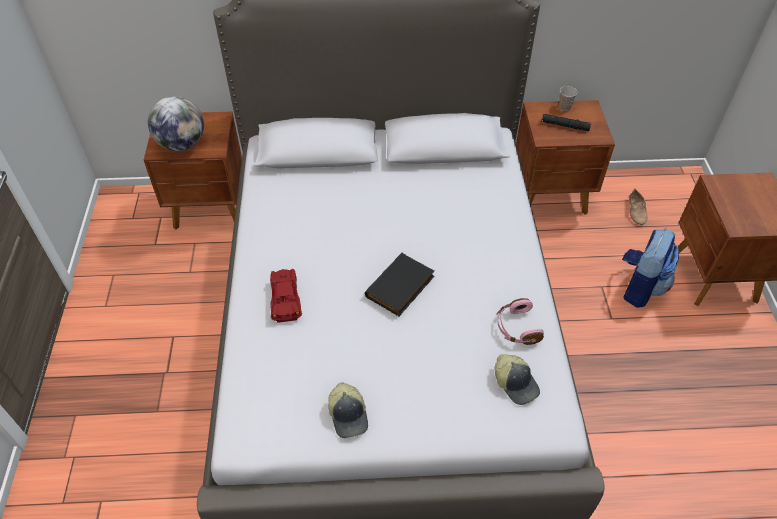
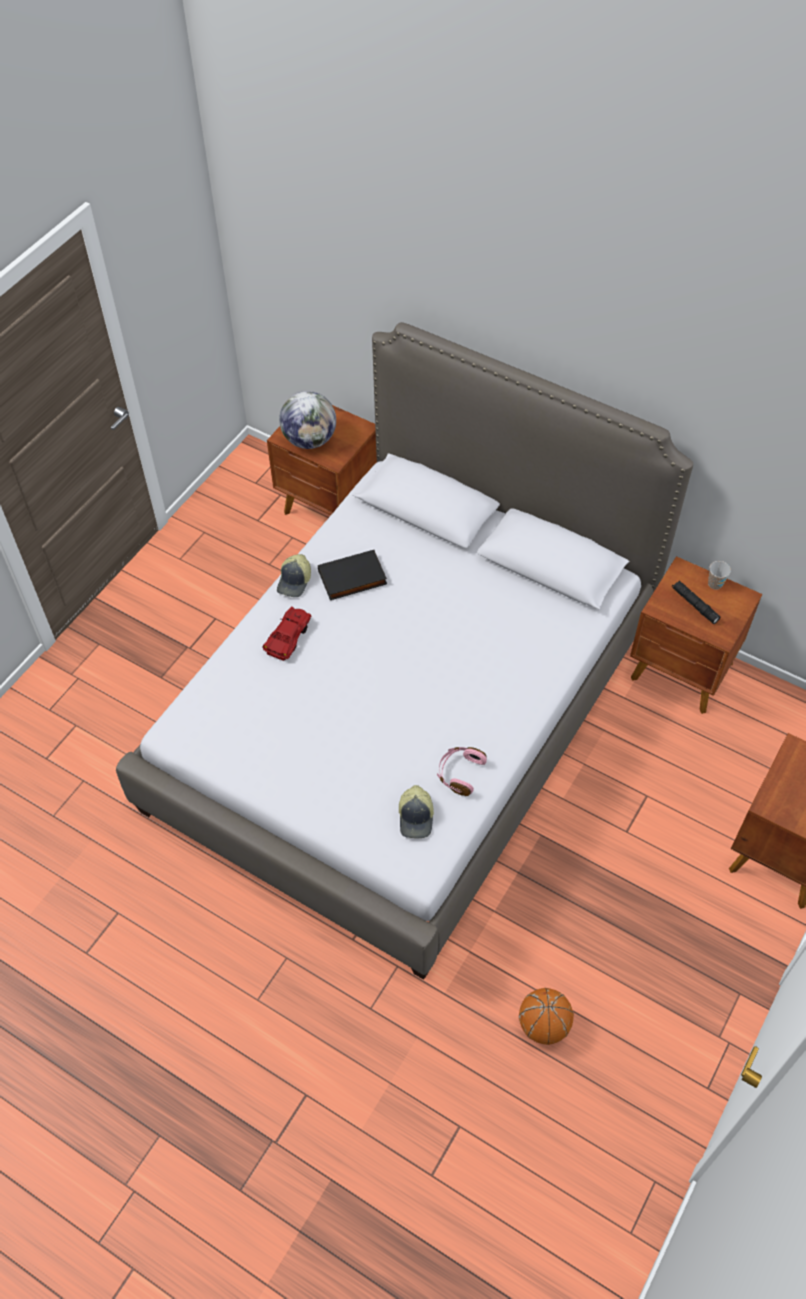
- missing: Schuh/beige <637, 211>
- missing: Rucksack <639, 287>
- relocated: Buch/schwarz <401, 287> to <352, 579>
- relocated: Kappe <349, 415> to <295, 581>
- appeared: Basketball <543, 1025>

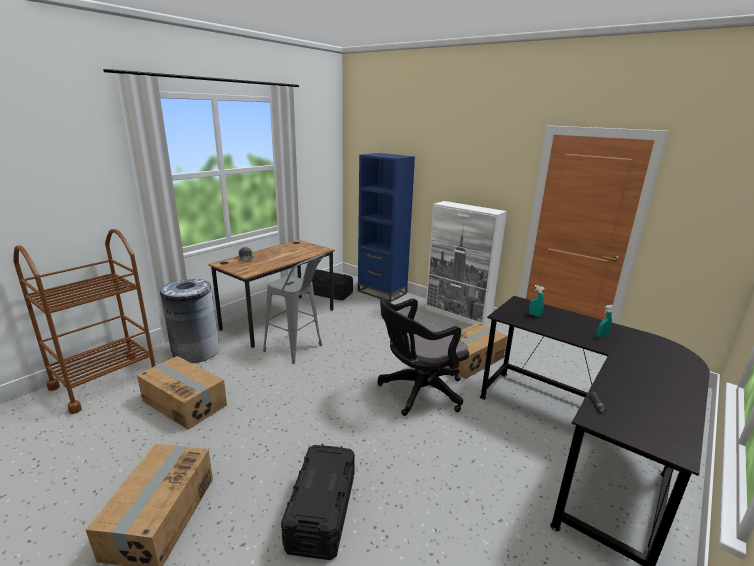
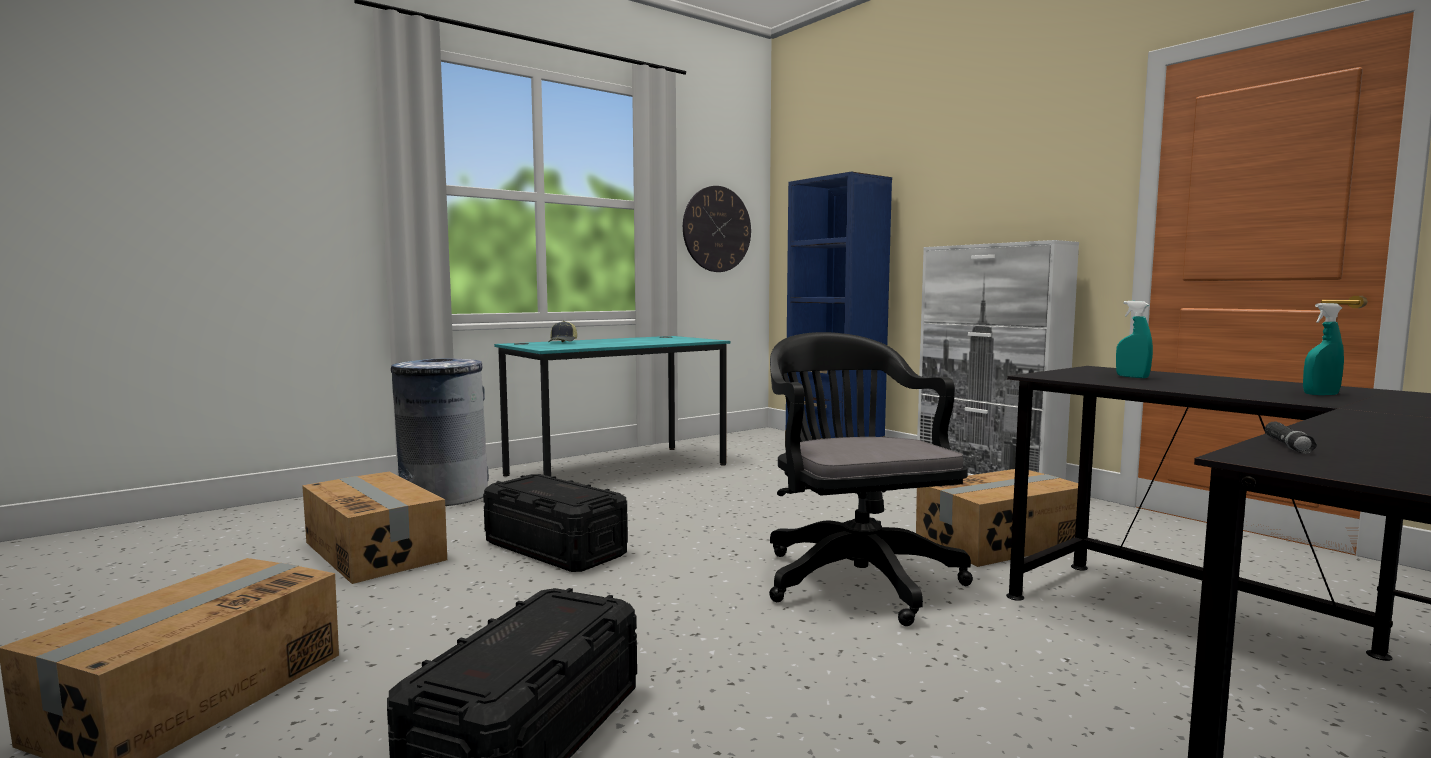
- missing: Rollwagen/braun <106, 381>
- colour: Schreibtisch/braun <279, 319> to Schreibtisch/türkis <618, 470>
- missing: Hocker/grau <297, 350>
- relocated: Aufbewahrungsbox/schwarz <328, 293> to <555, 548>
- spun: Bürostuhl/schwarz <418, 392> = <855, 576> 90 degrees clockwise
- appeared: Wanduhr <717, 229>

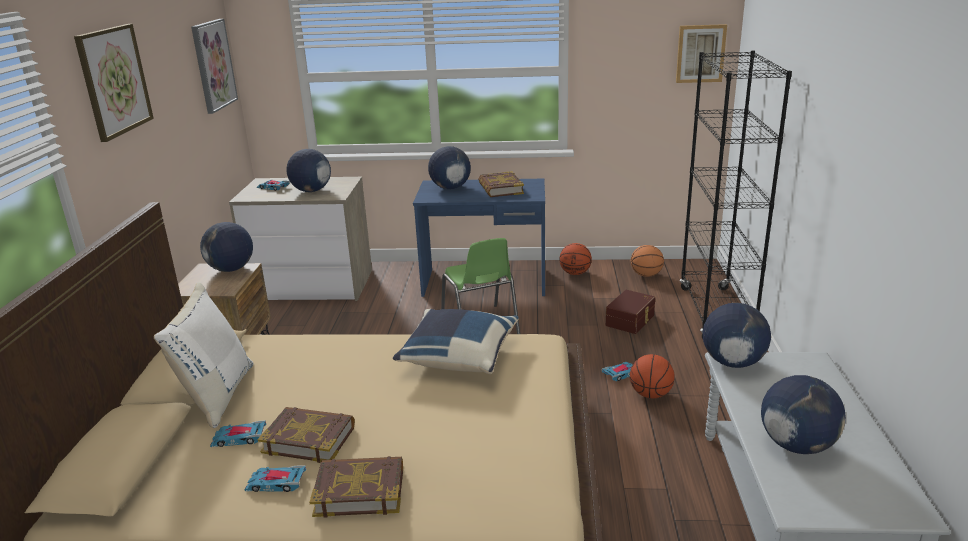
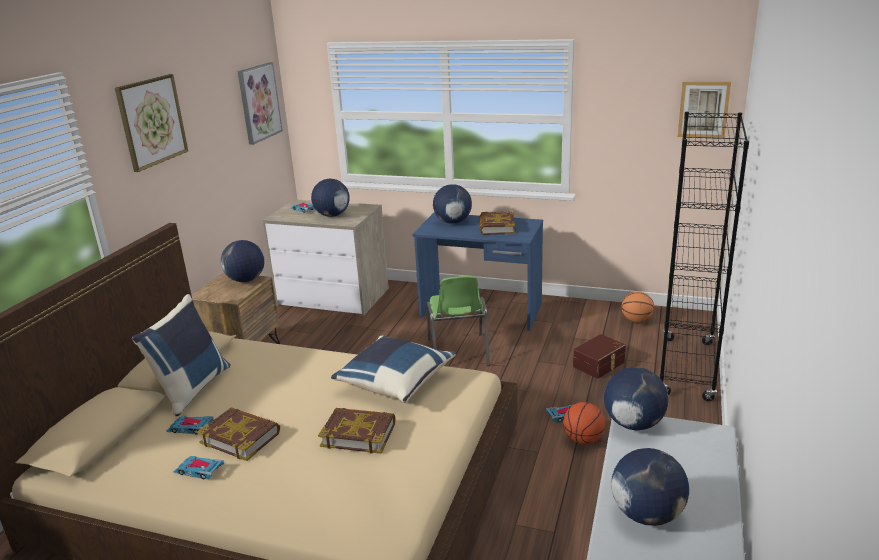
- missing: Basketball <575, 273>
- colour: Kissen/weiß <217, 395> to Kissen/blau <192, 388>
- relocated: Buch <360, 491> to <358, 434>

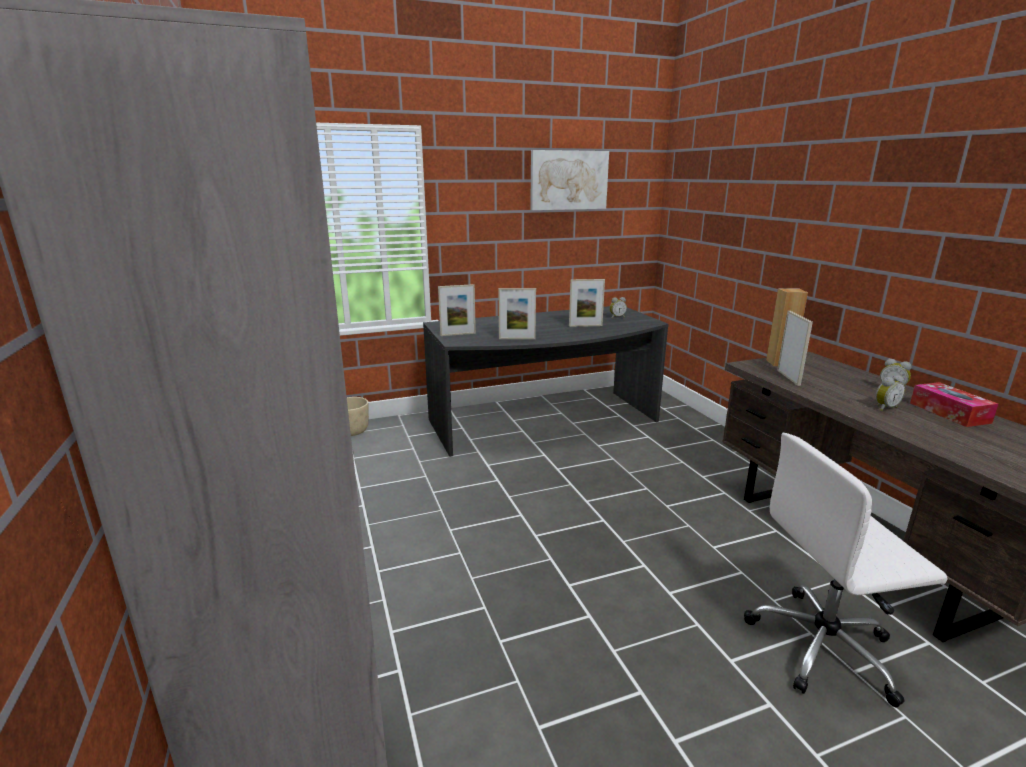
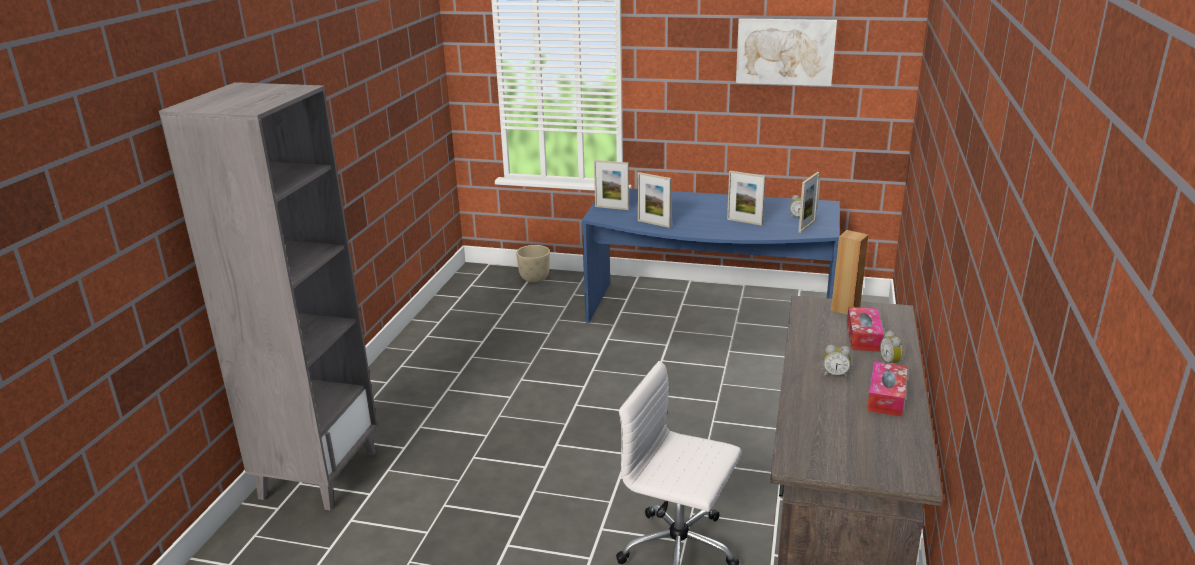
- colour: Schreibtisch/grau <545, 423> to Schreibtisch/blau <708, 315>
- relocated: Bilderrahmen <788, 377> to <807, 226>
- appeared: Taschentuchbox <863, 337>

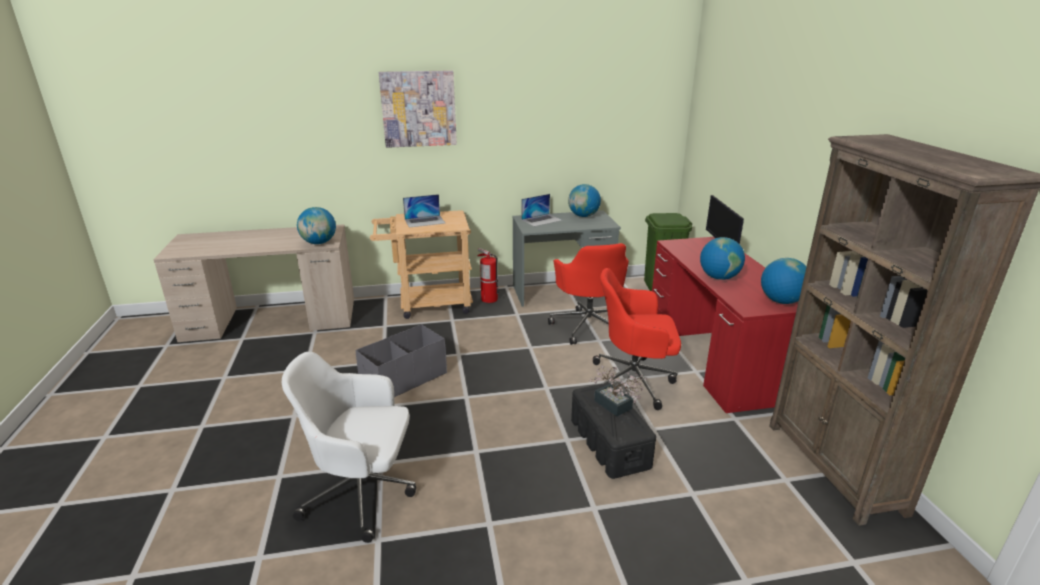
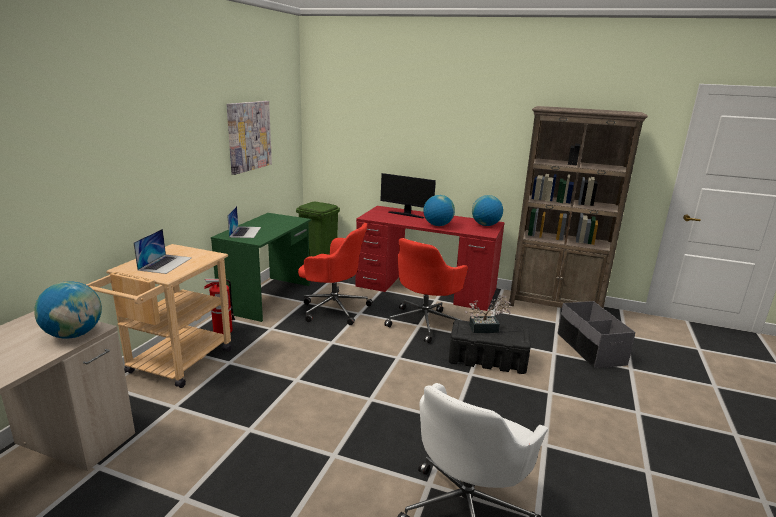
- relocated: Bild <418, 109> to <249, 136>
- missing: Globus <583, 216>
- colour: Schreibtisch/grau <563, 292> to Schreibtisch/grün <268, 297>
- relocated: Aufbewahrungsbox/grau <403, 379> to <590, 349>

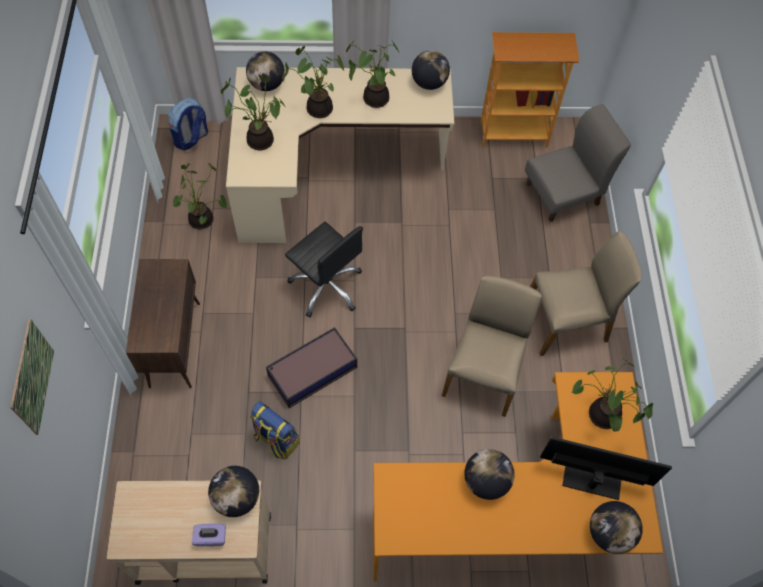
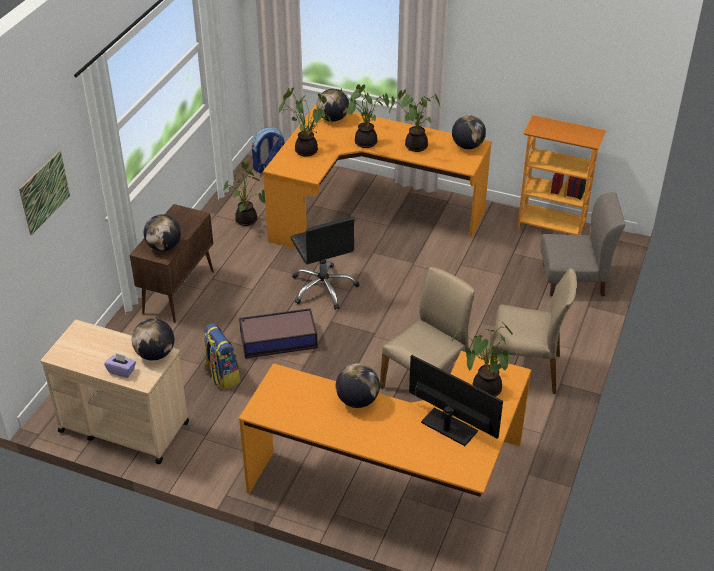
- colour: Schreibtisch/beige <328, 170> to Schreibtisch/orange <370, 214>
- relocated: Globus <609, 533> to <164, 247>

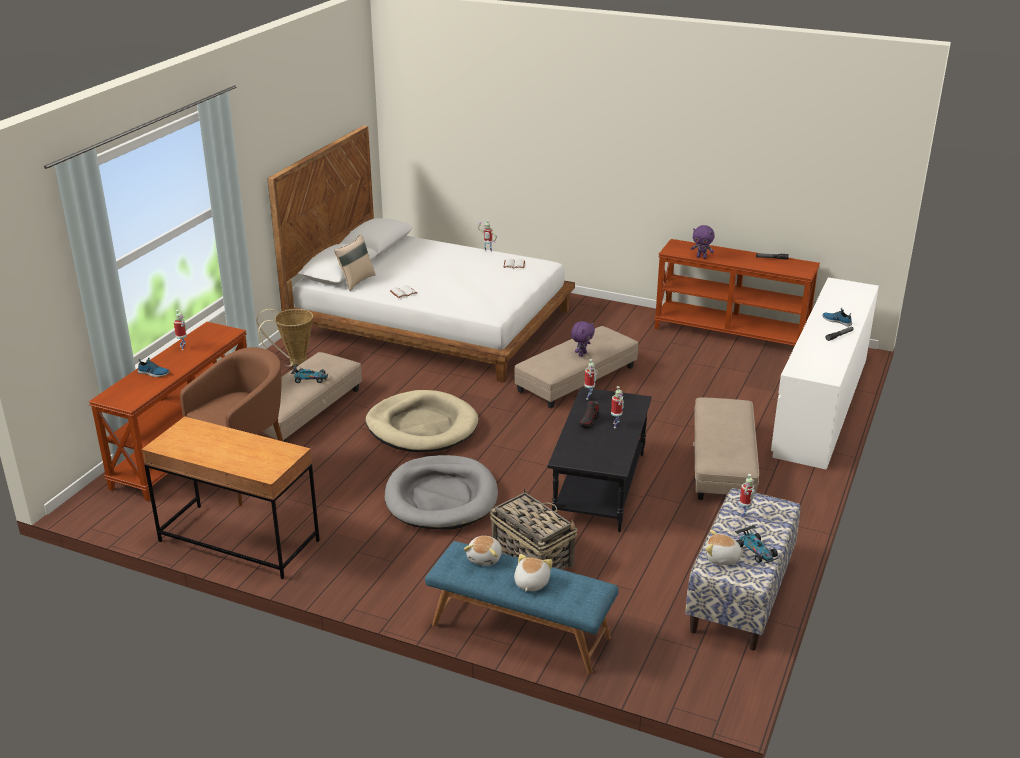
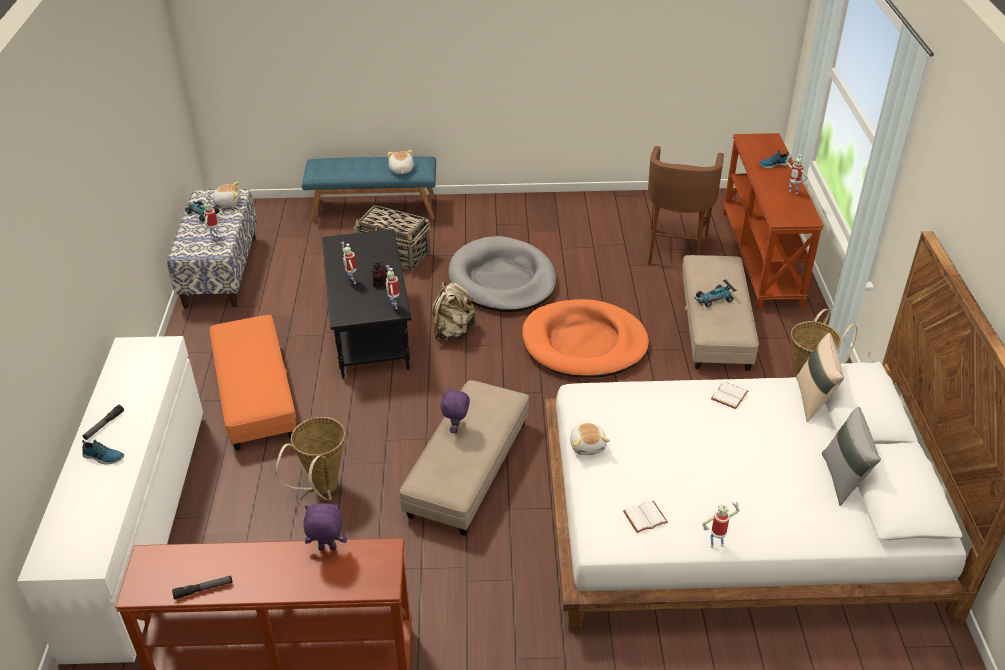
- colour: Hundebett/beige <422, 427> to Hundebett/orange <584, 343>
- colour: Polsterhocker/beige <722, 463> to Polsterhocker/orange <255, 393>
- missing: Schreibtisch/braun <239, 541>
- relocated: Plüschtier <530, 583> to <588, 445>
- appeared: Rucksack/beige <453, 331>
- appeared: Kissen/grau <843, 479>
- appeared: Korb <322, 490>

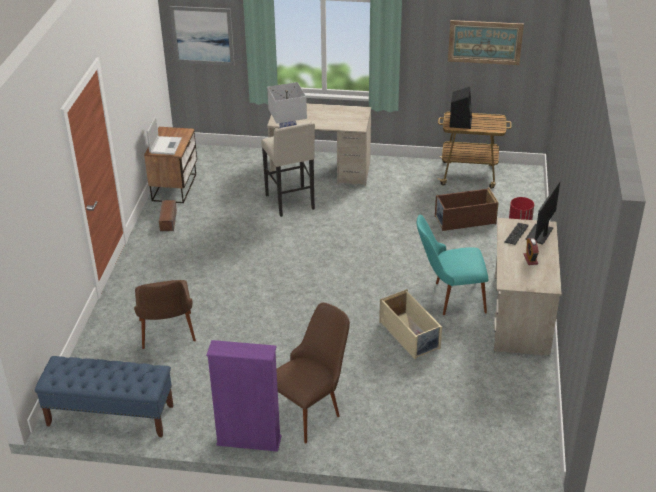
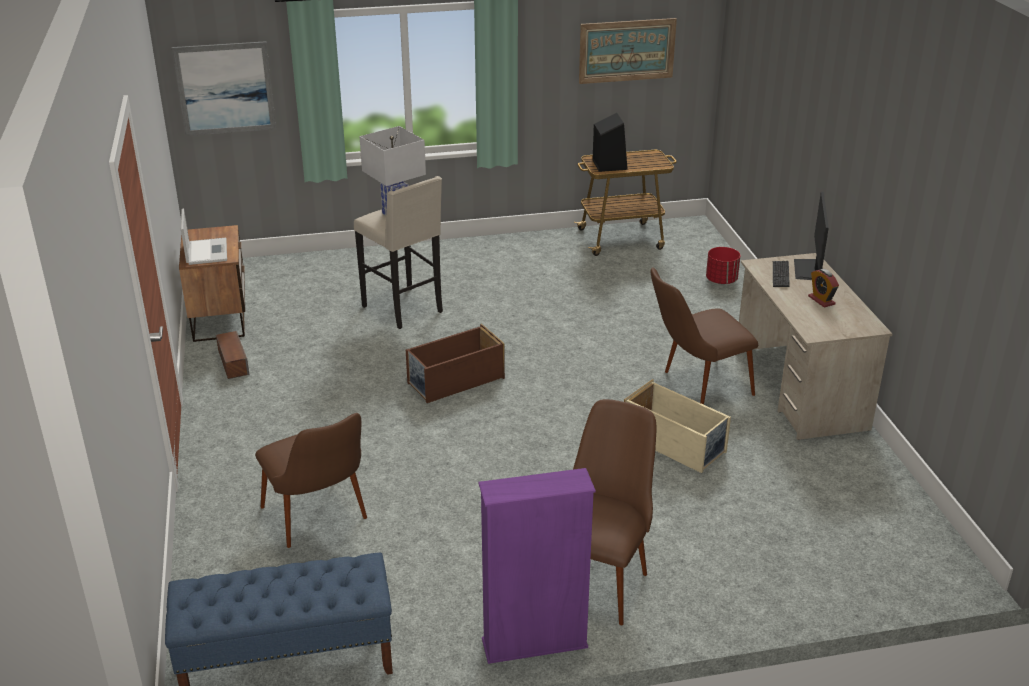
- missing: Schreibtisch/beige <321, 171>
- relocated: Aufbewahrungsbox/braun <464, 220> to <455, 381>
- colour: Stuhl/türkis <449, 298> to Stuhl/braun <695, 386>

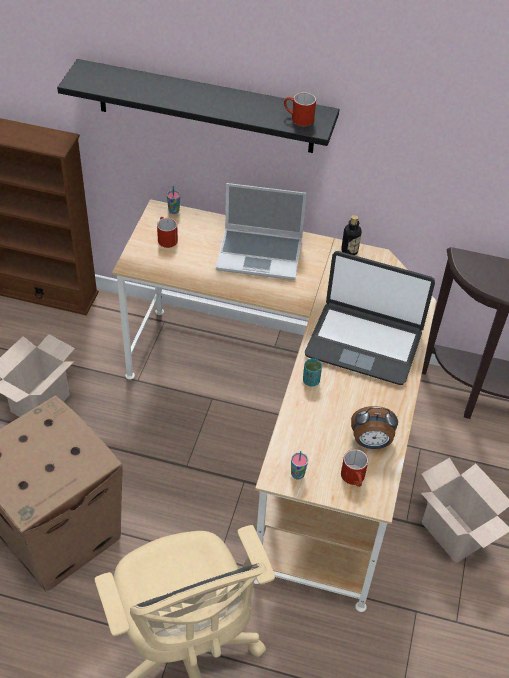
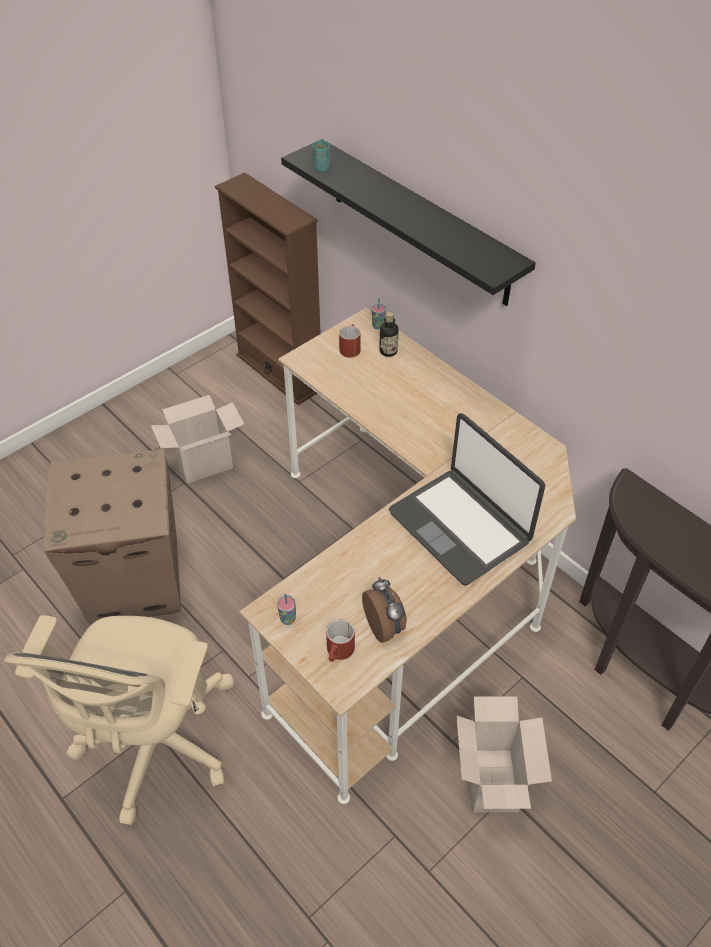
- missing: Henkelbecher/rot <298, 119>
- missing: Laptop <261, 254>
- relocated: Flasche <349, 250> to <388, 351>
- relocated: Tasse/türkis <311, 381> to <322, 168>
- spun: Wecker <371, 443> = <385, 626> 150 degrees counterclockwise

